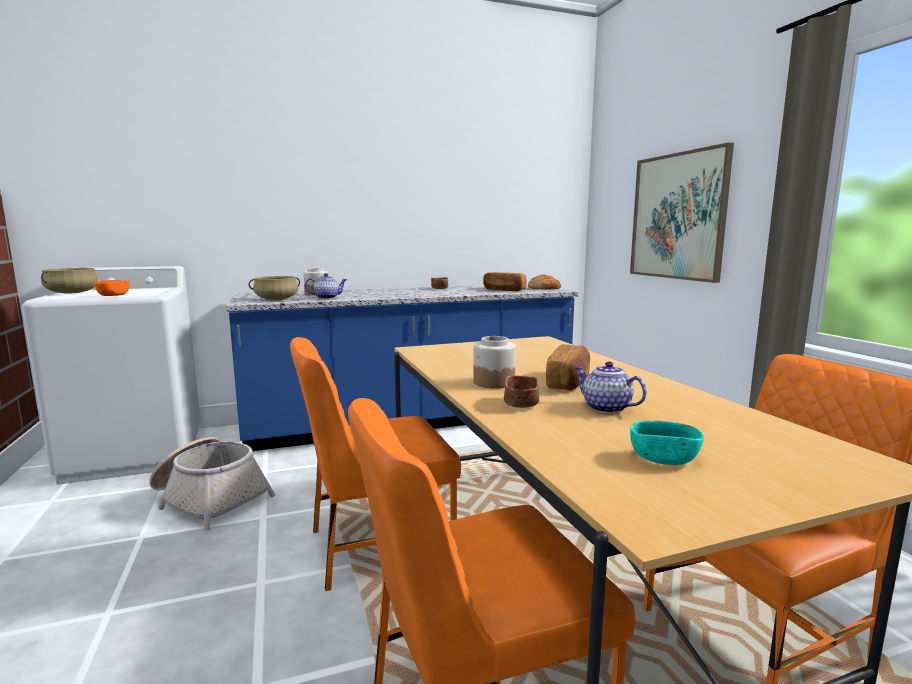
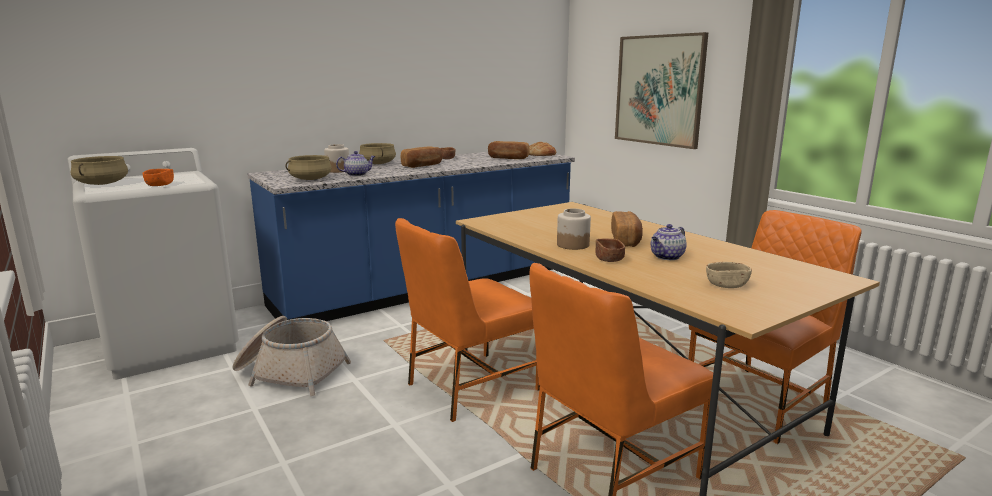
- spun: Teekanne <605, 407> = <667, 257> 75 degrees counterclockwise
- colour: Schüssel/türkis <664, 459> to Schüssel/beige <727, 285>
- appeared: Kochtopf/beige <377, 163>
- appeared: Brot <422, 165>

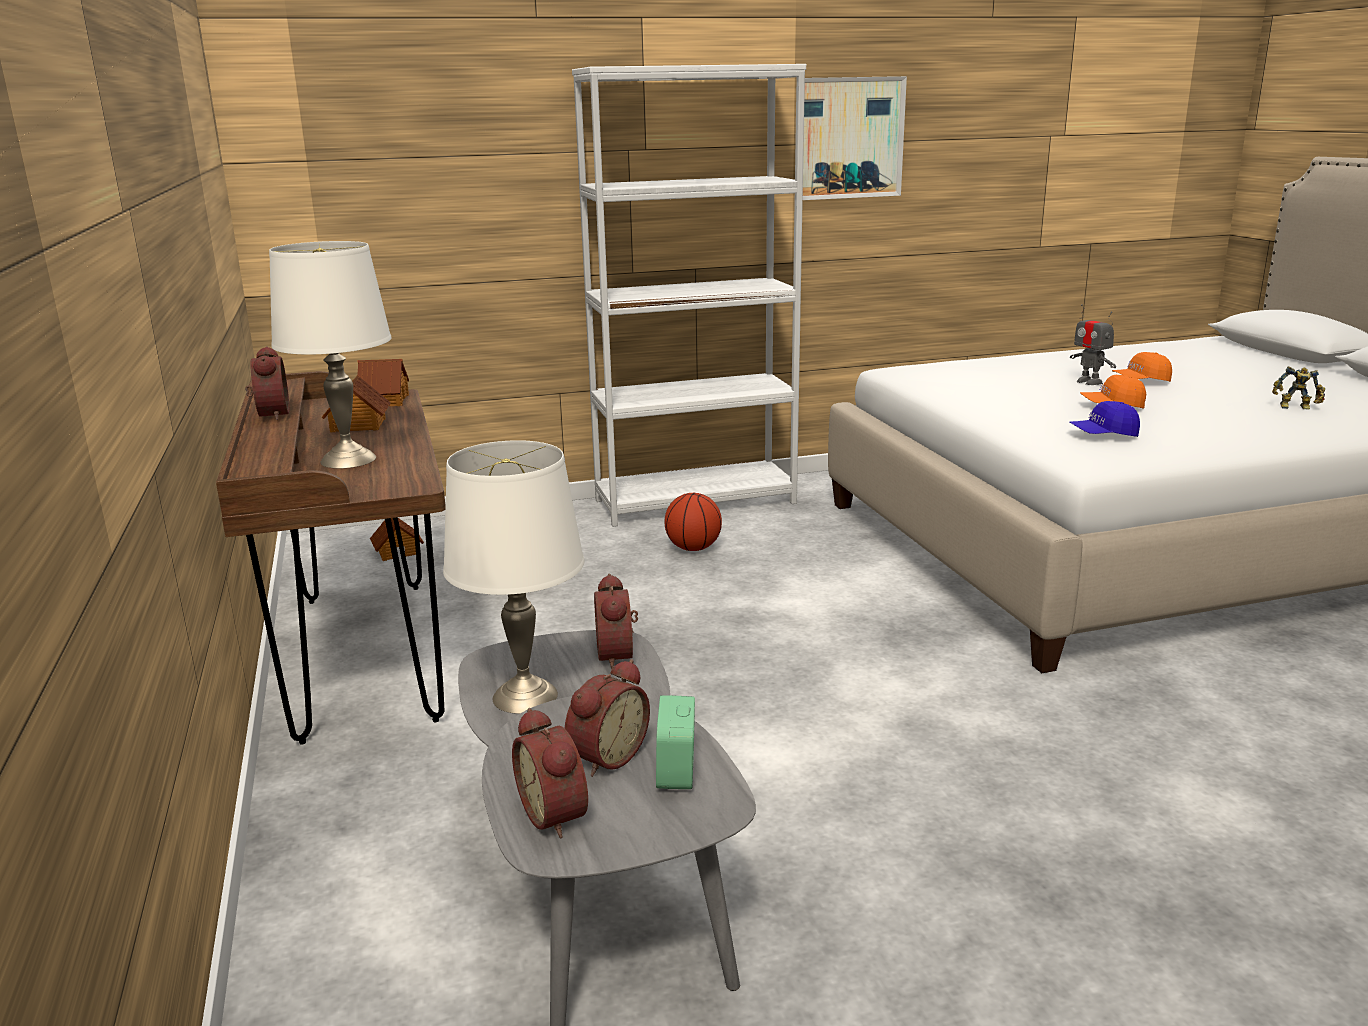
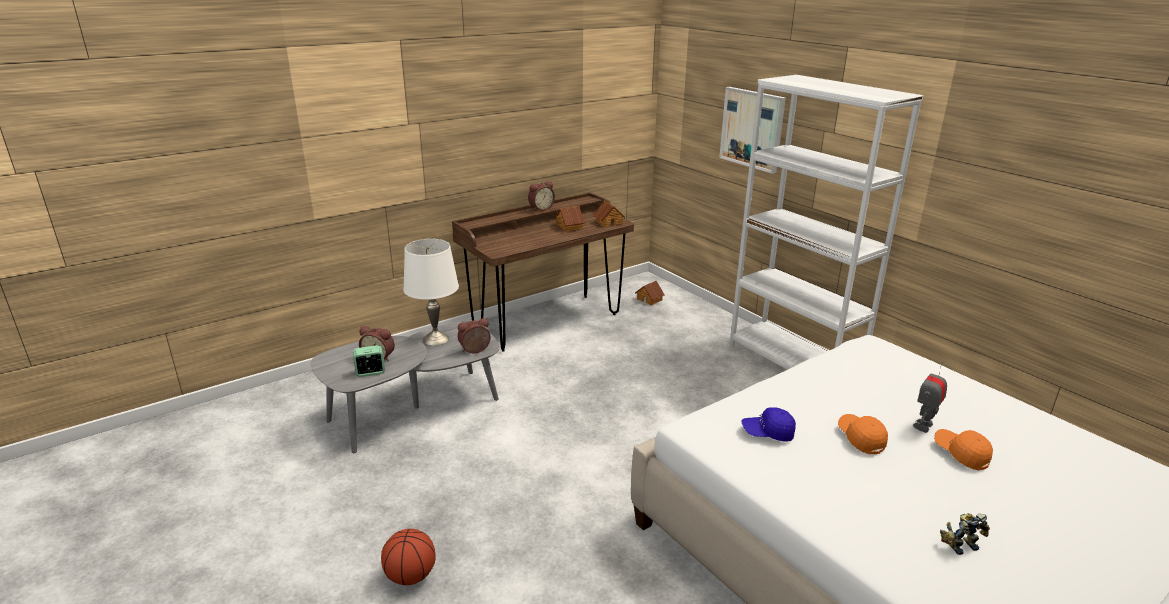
- relocated: Bild <848, 138> to <752, 129>
- missing: Tischlampe/weiß <349, 459>
- spun: Spielzeugroboter <1296, 408> = <960, 545> 75 degrees clockwise
- spun: Kappe/blau <1103, 435> = <767, 433> 60 degrees counterclockwise
- relocated: Basketball <693, 548> to <411, 576>
- missing: Wecker <558, 814>

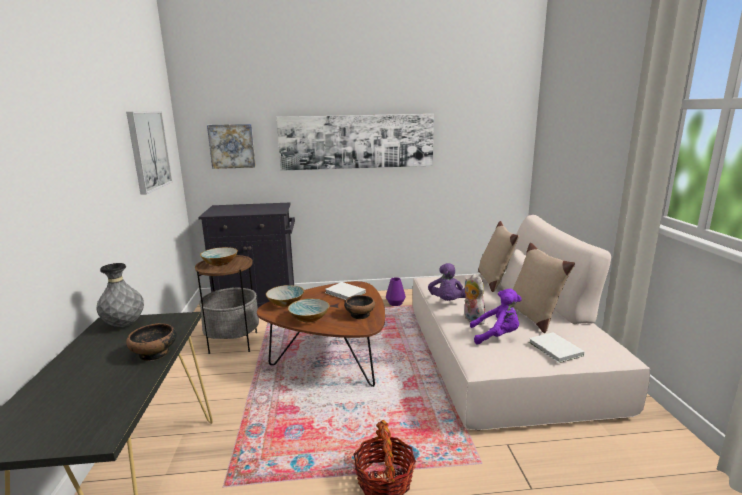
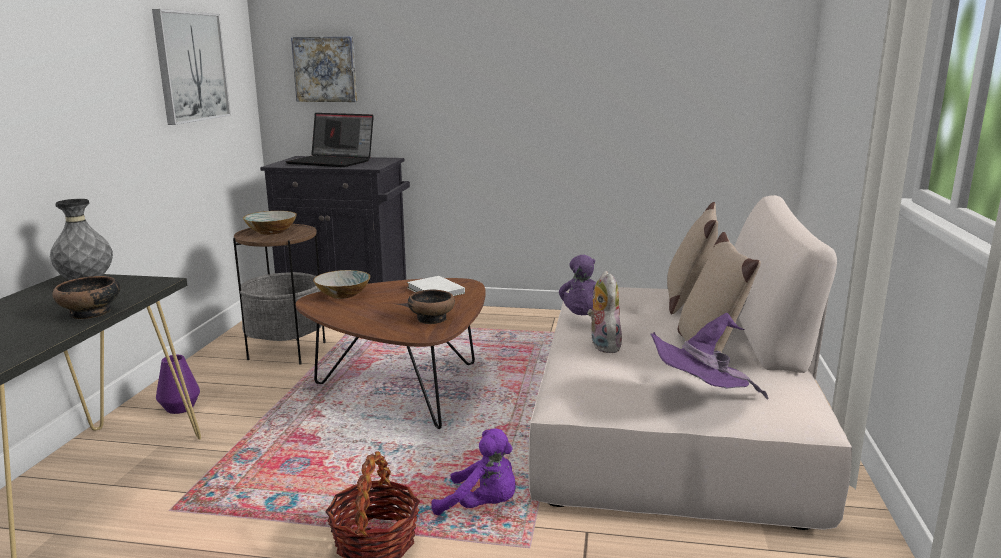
- missing: Bild <356, 141>
- relocated: Vase/lila <395, 303> to <180, 407>
- relocated: Plüschtier/lila <496, 336> to <482, 506>
- missing: Schüssel <309, 318>
- exchanged: Buch/weiß <555, 350> to Hut/lila <699, 398>
- appeared: Laptop <333, 162>

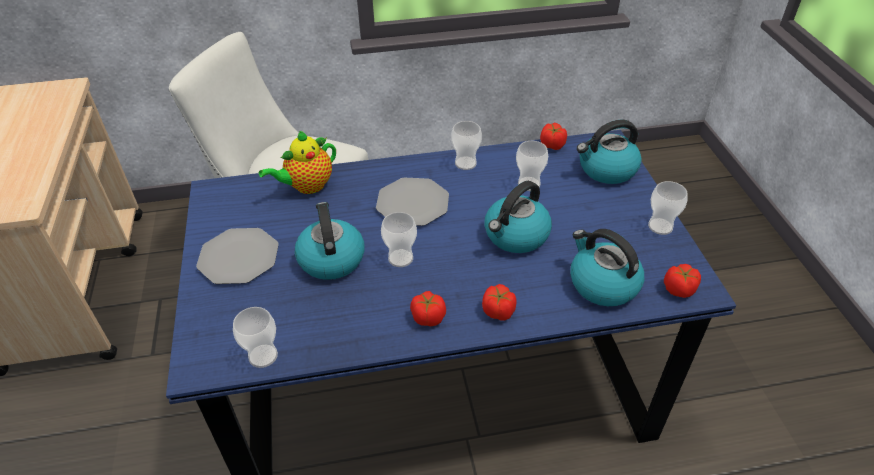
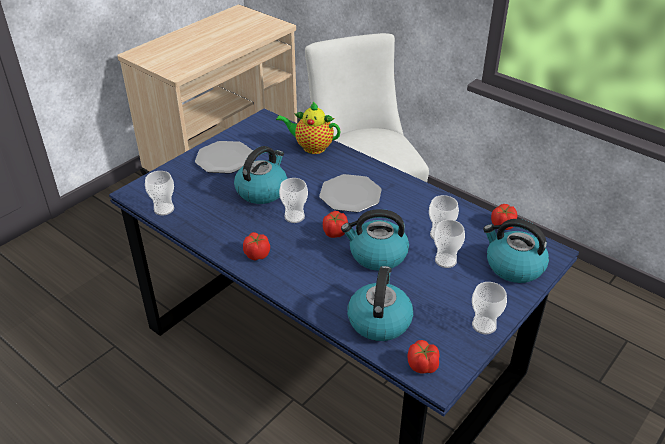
- relocated: Tasse <465, 163> to <445, 260>
- relocated: Tomate <498, 311> to <335, 232>

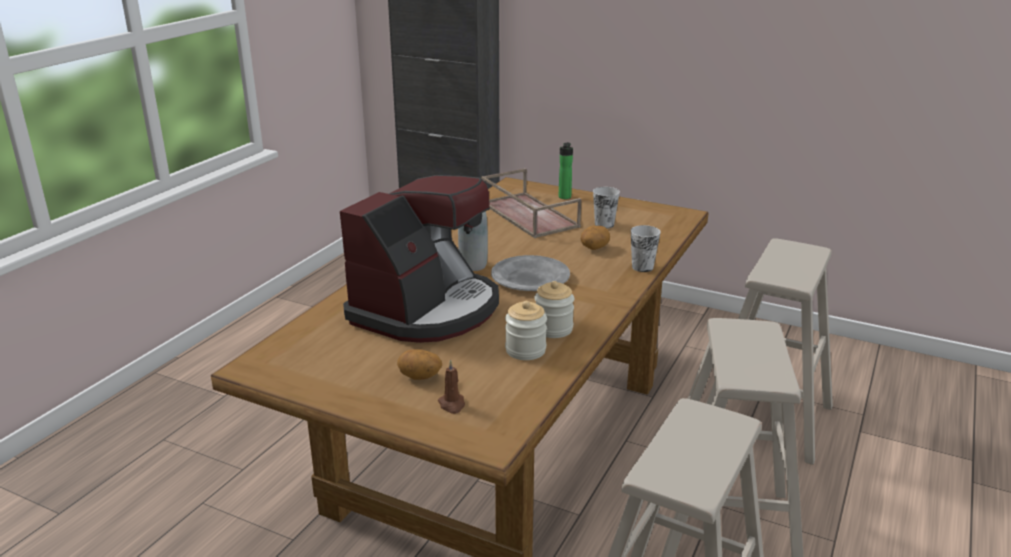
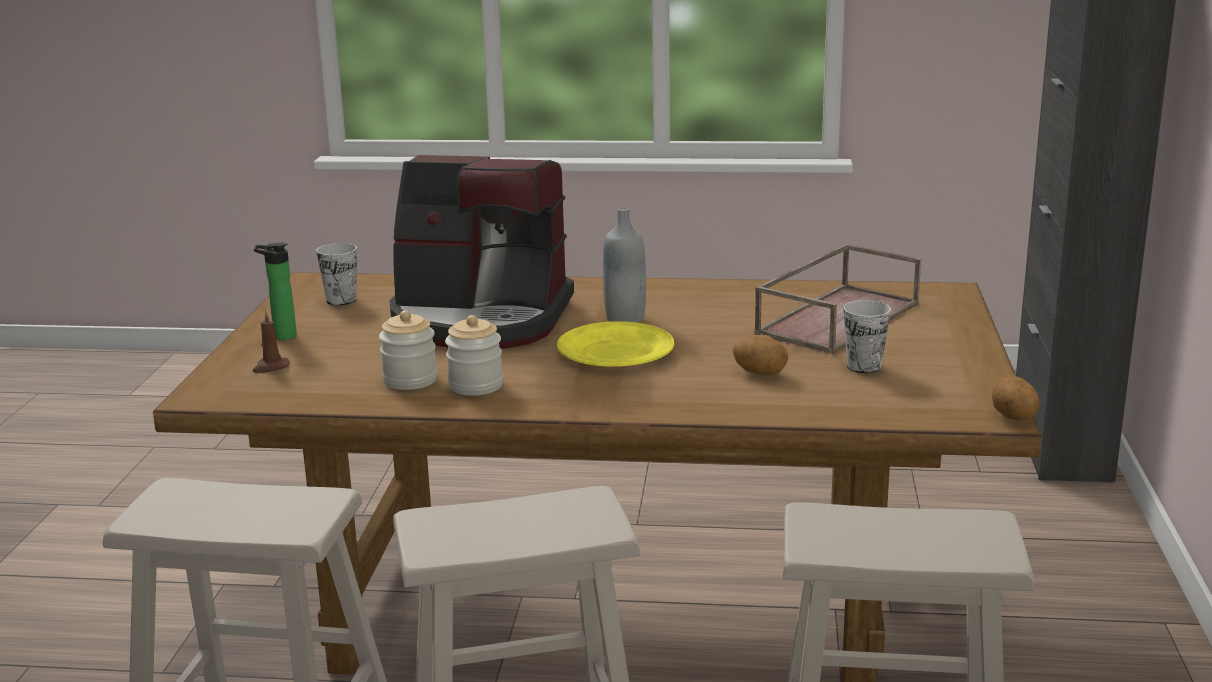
- relocated: Flasche <564, 197> to <281, 336>
- relocated: Tasse <642, 267> to <341, 300>
- colour: Teller/grau <530, 278> to Teller/gelb <616, 352>
- relocated: Kartoffel <419, 378> to <1012, 418>

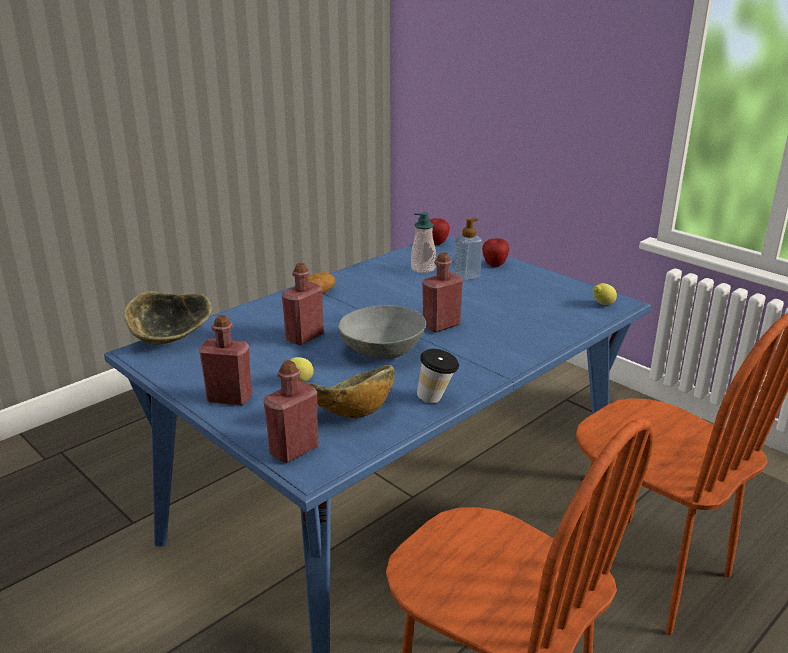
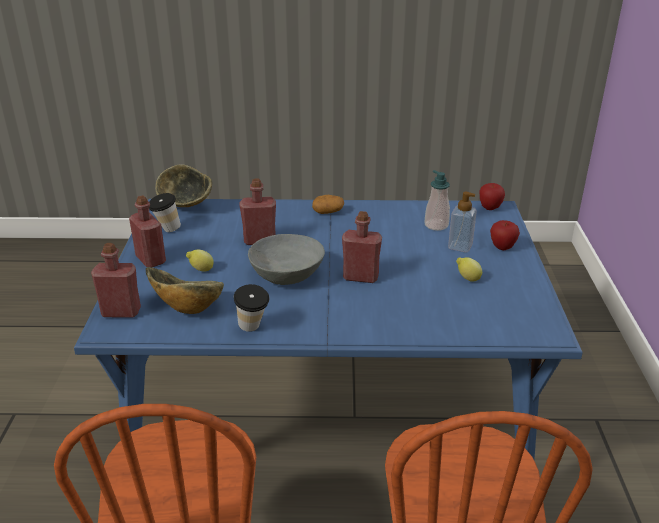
- relocated: Zitrone <602, 305> to <467, 279>
- appeared: Tasse <166, 230>

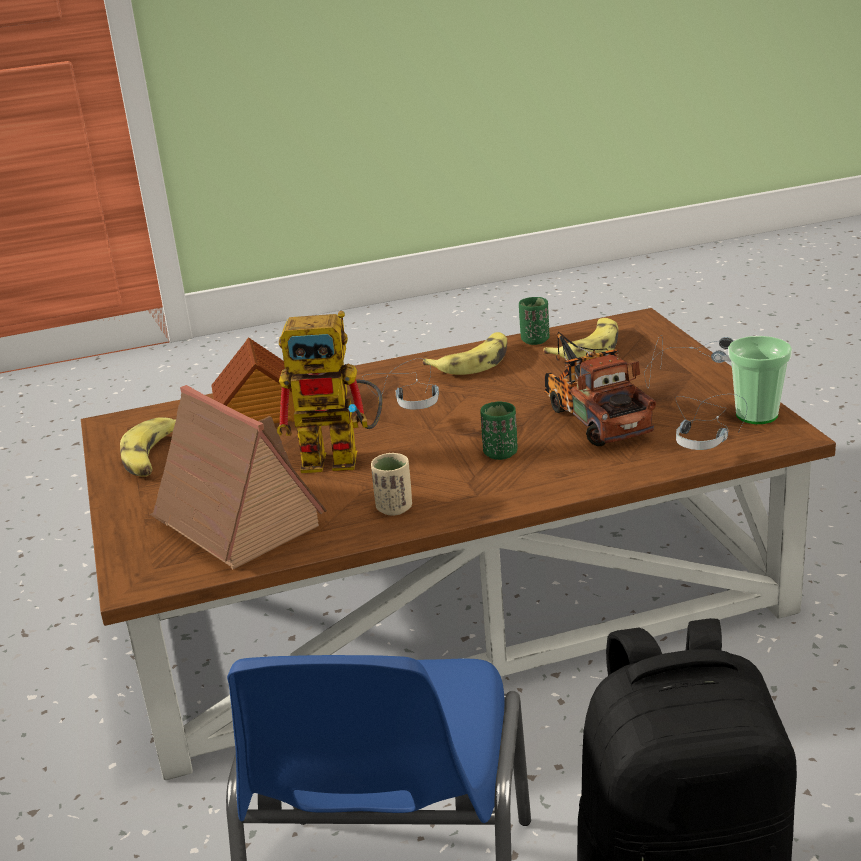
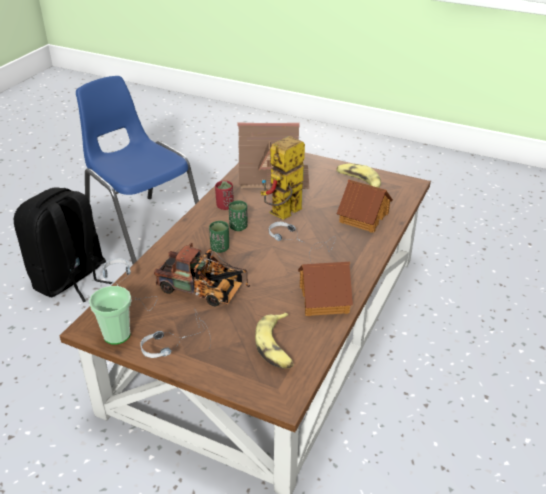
- relocated: Tasse/grün <535, 340> to <238, 227>
- exchanged: Banane <473, 362> to Spielzeughaus <325, 299>
- colour: Tasse/beige <394, 508> to Tasse/rot <225, 206>

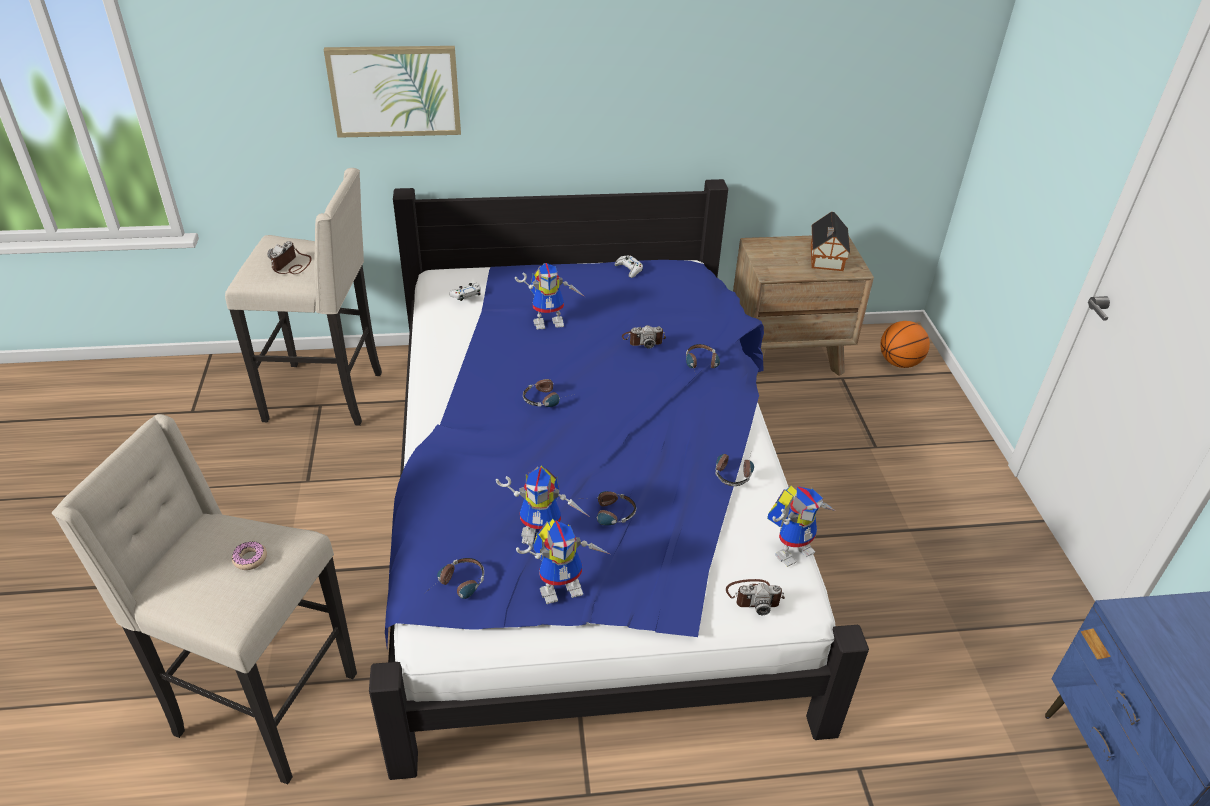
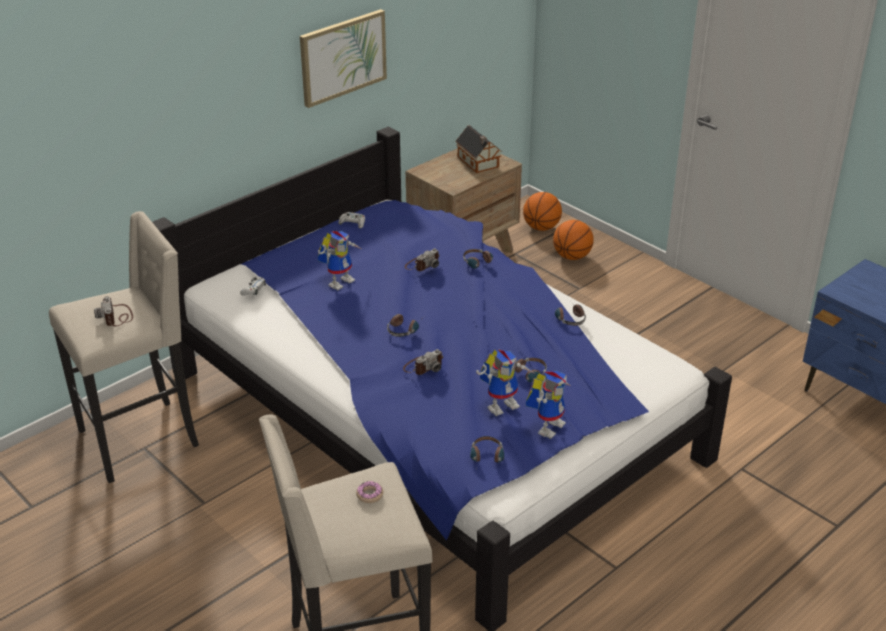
- relocated: Bild <395, 91> to <342, 57>
- missing: Spielzeugroboter <793, 548>
- relocated: Kamera <754, 596> to <423, 366>
- appeared: Basketball <572, 256>

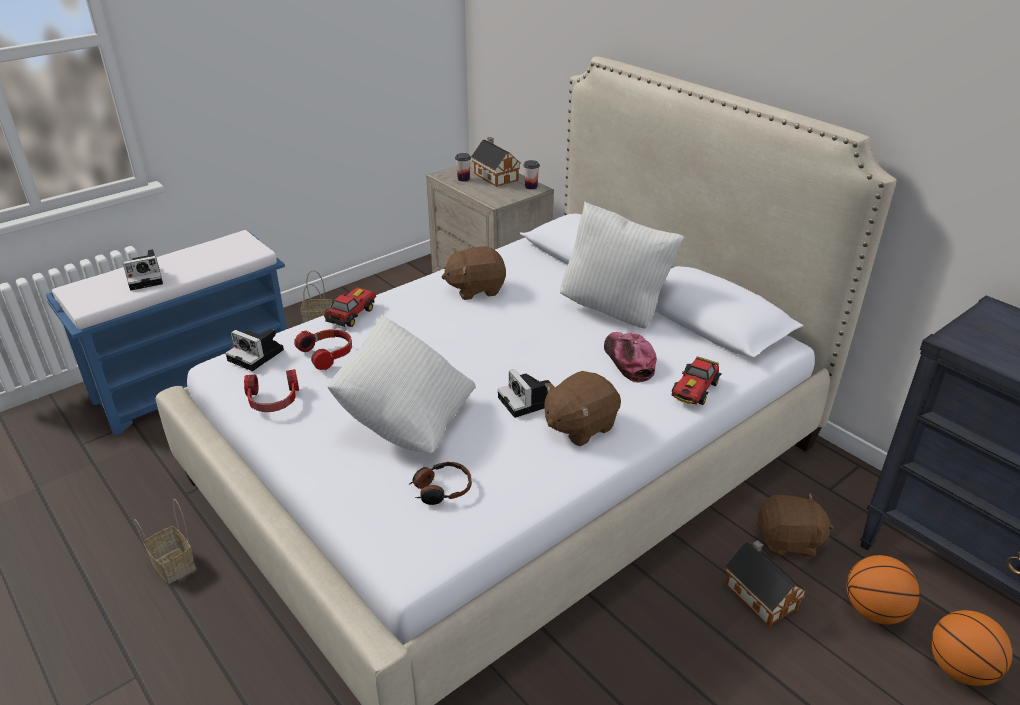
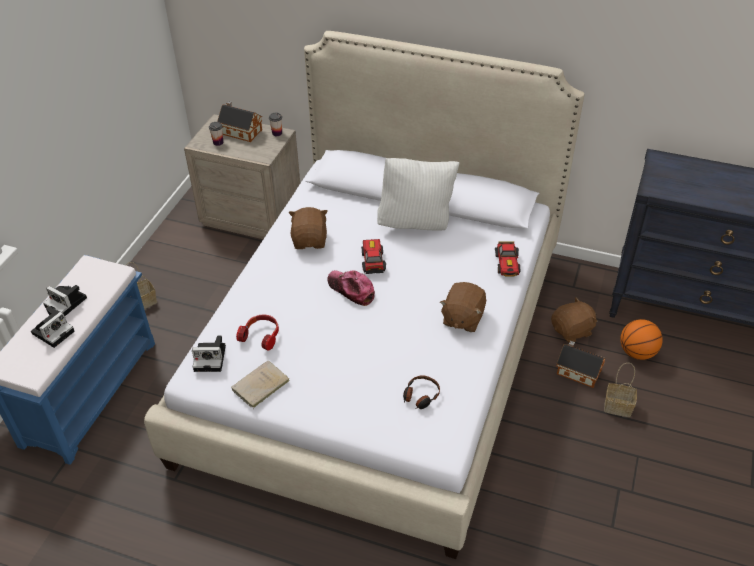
- spun: Plüschtier/braun <475, 289> = <310, 240> 135 degrees clockwise
- relocated: Spielzeugauto <352, 314> to <373, 261>
- missing: Kissen/weiß <406, 421>
- relocated: Kappe <628, 360> to <351, 290>
- exchanged: Kopfhörer <273, 401> to Buch/beige <259, 386>
- relocated: Kamera <528, 402> to <67, 303>
- relocated: Korb <175, 566> to <619, 406>
- missing: Basketball <960, 669>

